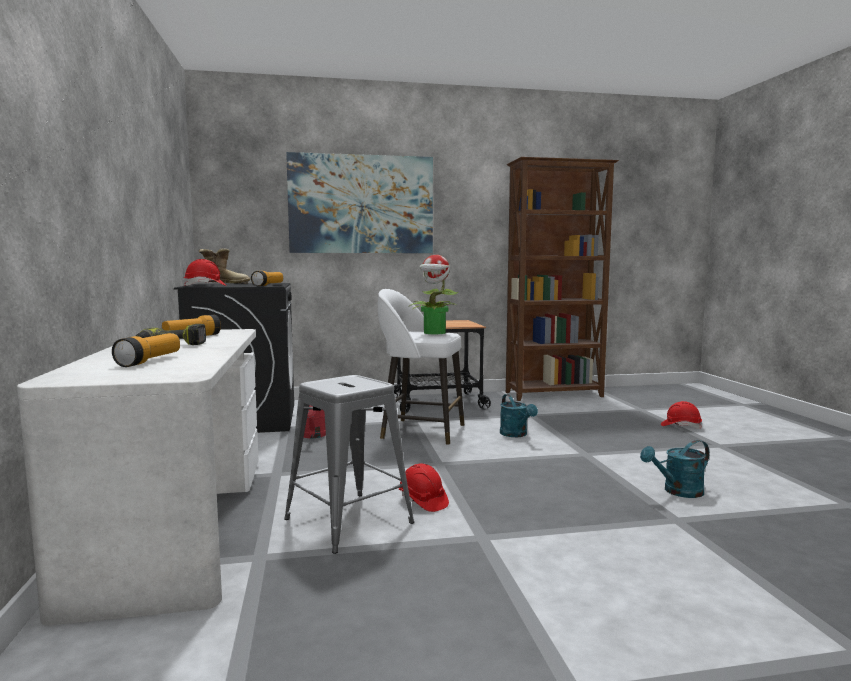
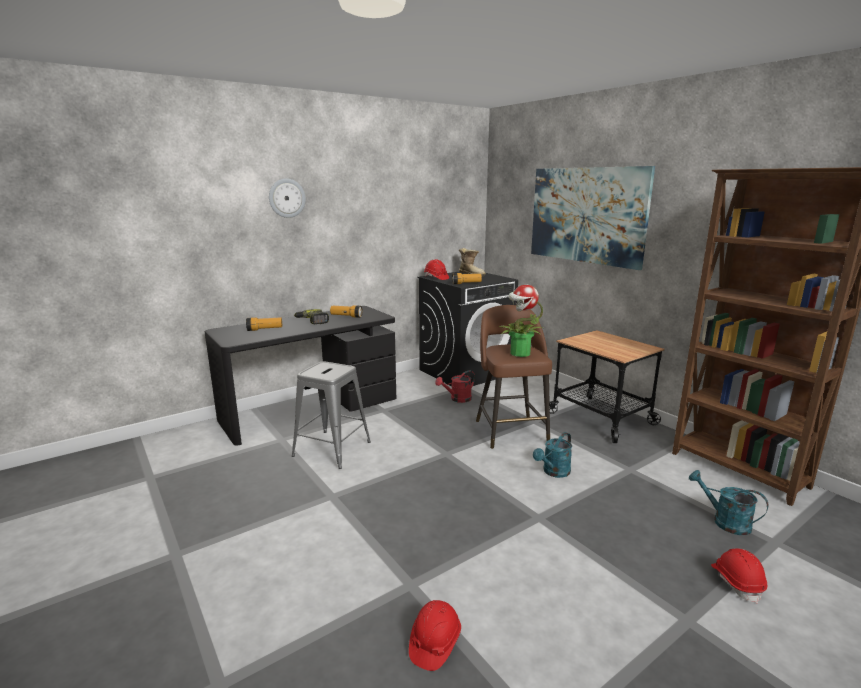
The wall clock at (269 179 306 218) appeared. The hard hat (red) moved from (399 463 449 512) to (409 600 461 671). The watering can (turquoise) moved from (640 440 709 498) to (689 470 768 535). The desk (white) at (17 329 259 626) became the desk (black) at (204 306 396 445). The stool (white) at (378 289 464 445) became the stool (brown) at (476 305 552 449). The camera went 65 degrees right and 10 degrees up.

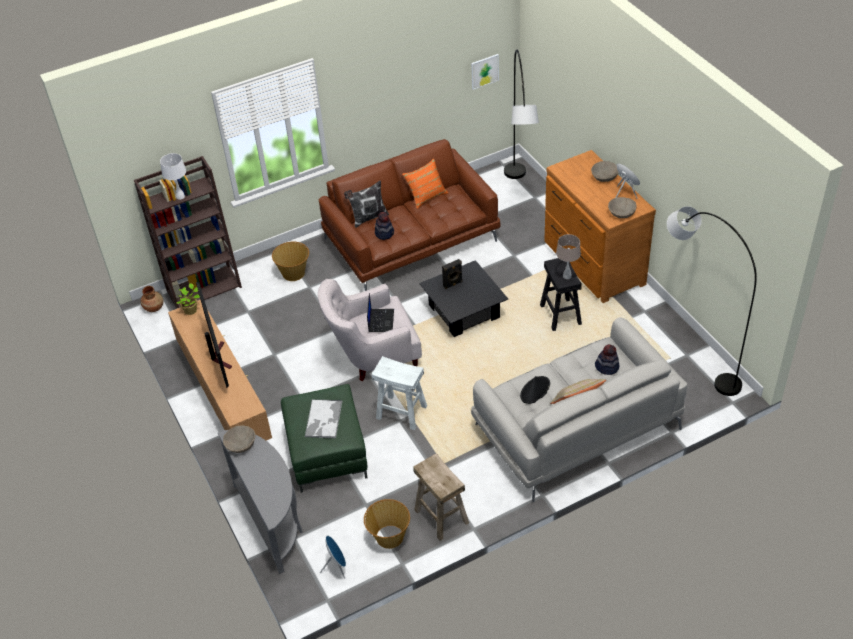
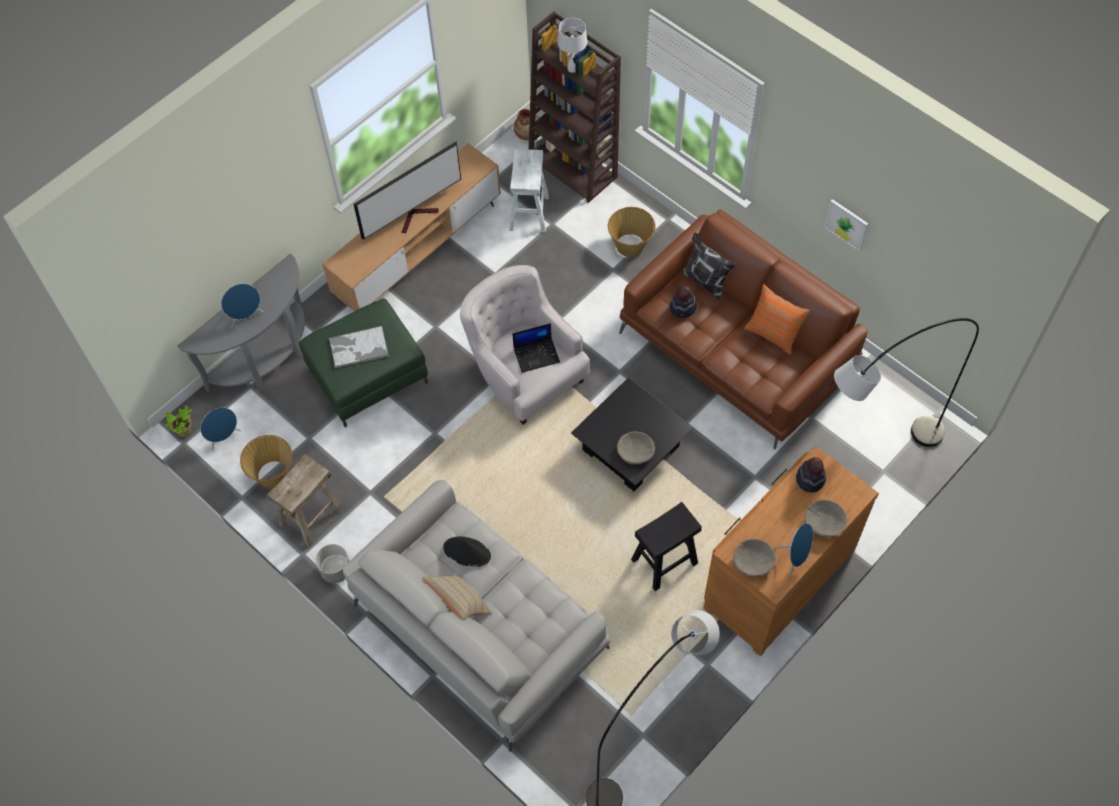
The speaker (black) at (442 259 463 289) disappeared. The table lamp (beige) at (556 234 581 279) disappeared. The speaker (blue) at (221 284 264 328) appeared. The planter (grey) at (316 544 350 583) appeared. The potted plant moved from (176 283 200 315) to (165 406 192 437). The bowl (beige) moved from (223 425 256 453) to (617 431 655 465). The stool (white) moved from (372 356 427 430) to (509 149 549 233). The picture moved from (471 54 499 90) to (824 199 868 251). The hat moved from (595 344 619 375) to (796 457 826 493). The camera went 70 degrees right and 15 degrees up.

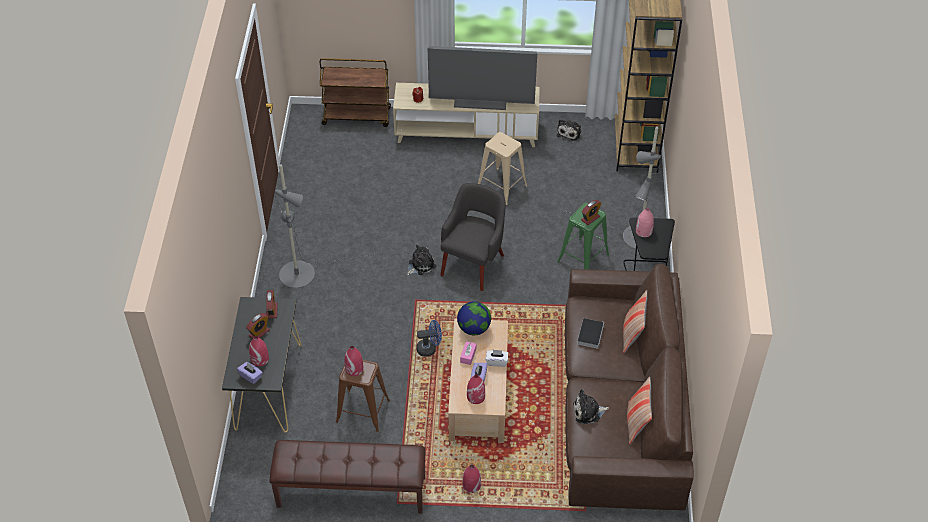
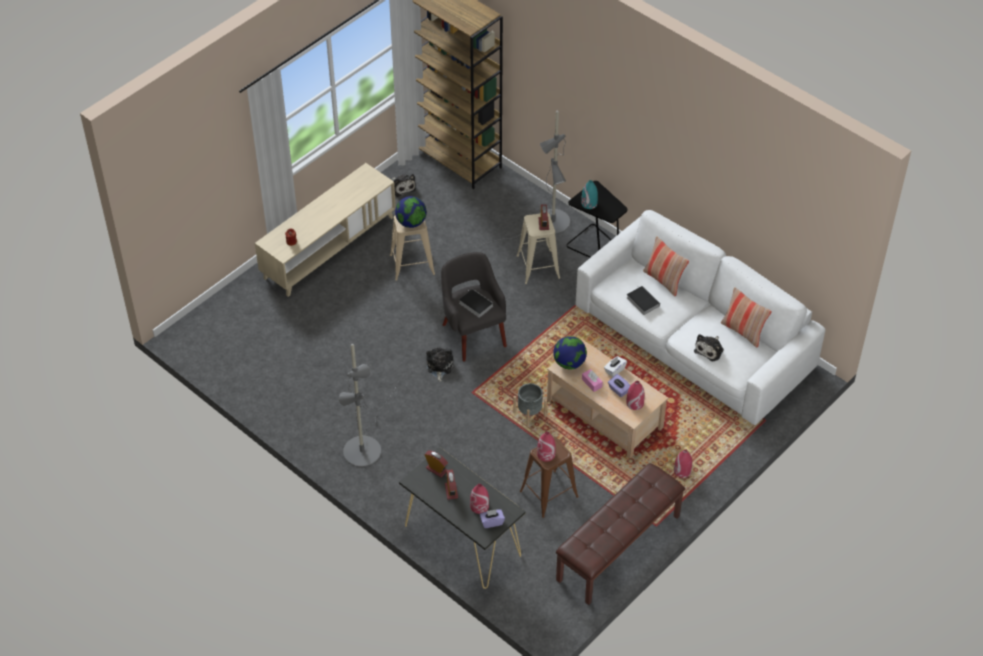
The cart (brown) at (320 58 391 127) disappeared. The television at (428 46 537 110) disappeared. The globe at (395 196 427 228) appeared. The book at (459 289 493 318) appeared. The fan (blue) at (416 320 442 357) was replaced by the planter (grey) at (513 383 547 427). The stool (green) at (557 203 609 270) became the stool (beige) at (516 213 560 284). The sofa (brown) at (565 264 694 510) became the sofa (white) at (576 210 825 425). The vase (pink) at (636 208 654 237) became the vase (turquoise) at (581 180 598 209). The camera went 50 degrees left and 0 degrees up.

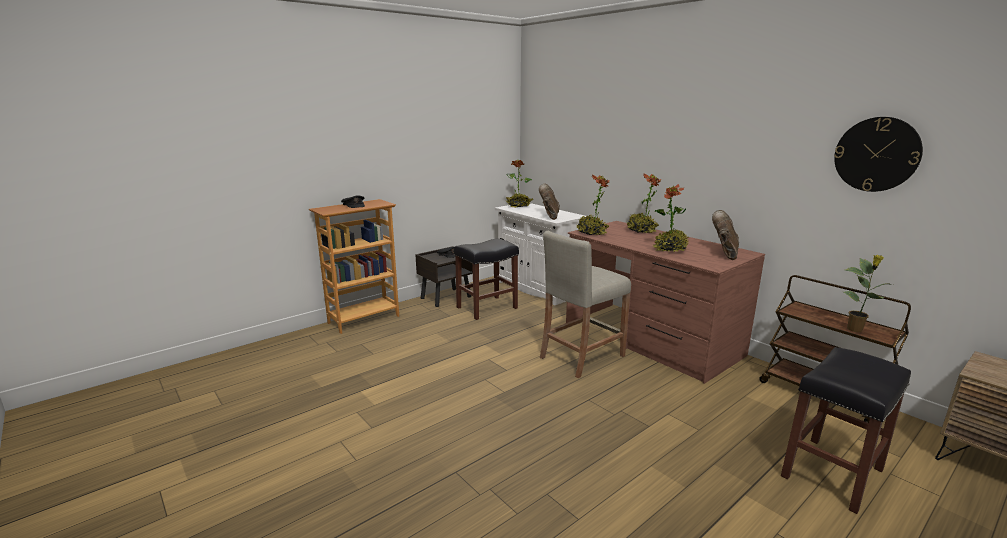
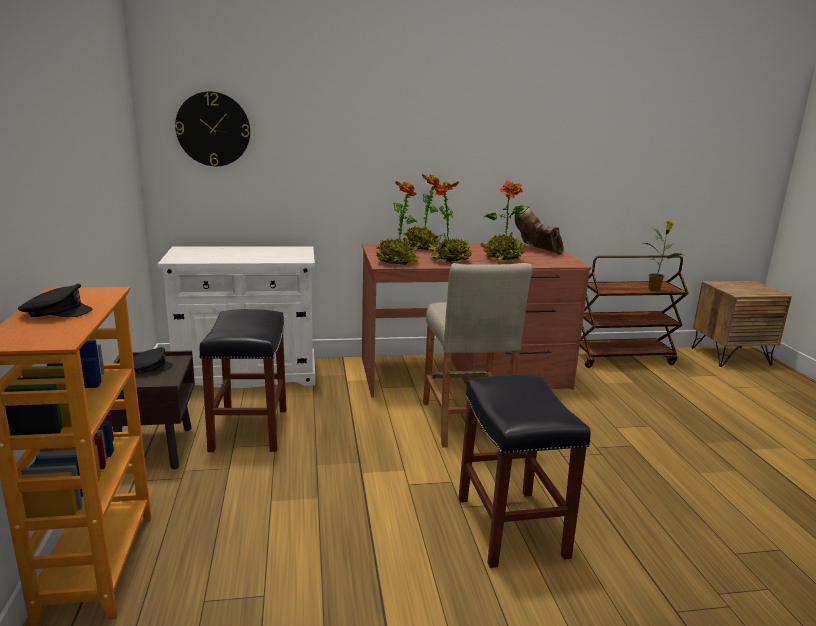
The boot (brown) at (539 184 560 220) disappeared. The potted plant moved from (506 159 533 208) to (428 181 472 263). The stool (black) moved from (781 347 911 514) to (459 375 591 568). The wall clock moved from (834 117 923 192) to (175 91 250 166). The camera went 60 degrees left and 0 degrees up.

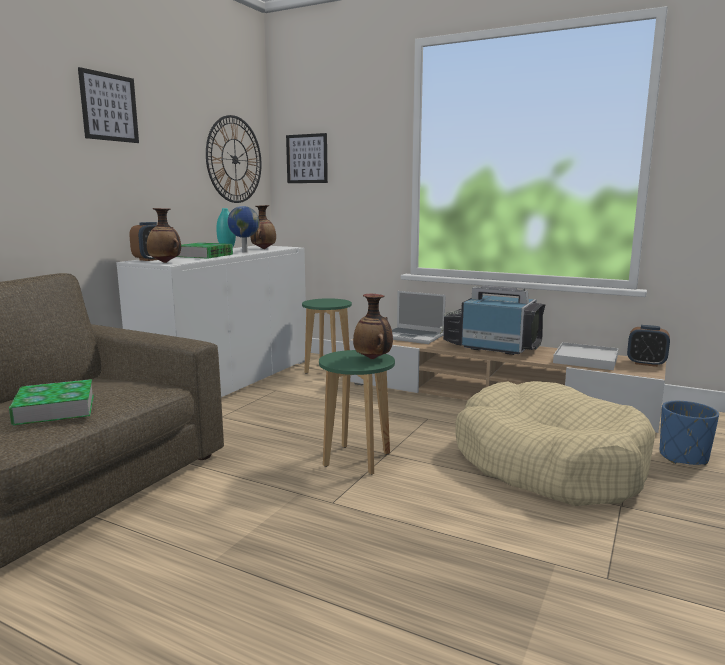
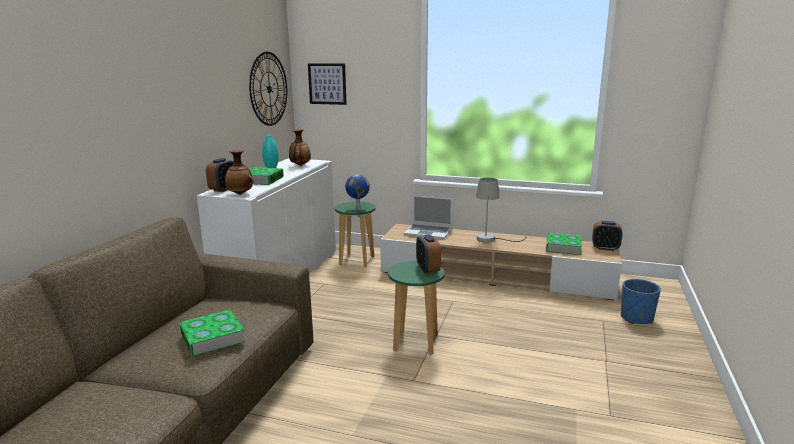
The picture at (78 67 139 143) disappeared. The dog bed (beige) at (455 381 656 506) disappeared. The globe moved from (228 206 259 253) to (345 174 370 210). The vase at (353 294 393 359) was replaced by the alarm clock at (416 234 441 274). The television at (440 286 546 355) was replaced by the table lamp (grey) at (476 178 526 243). The tray (white) at (553 342 619 370) was replaced by the book at (546 233 582 255). The camera went 10 degrees left and 5 degrees up.

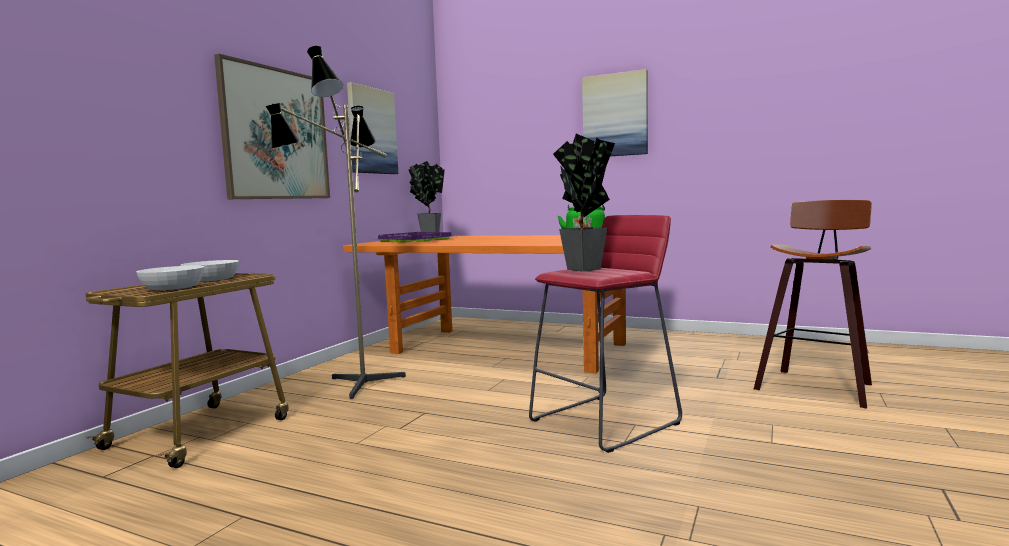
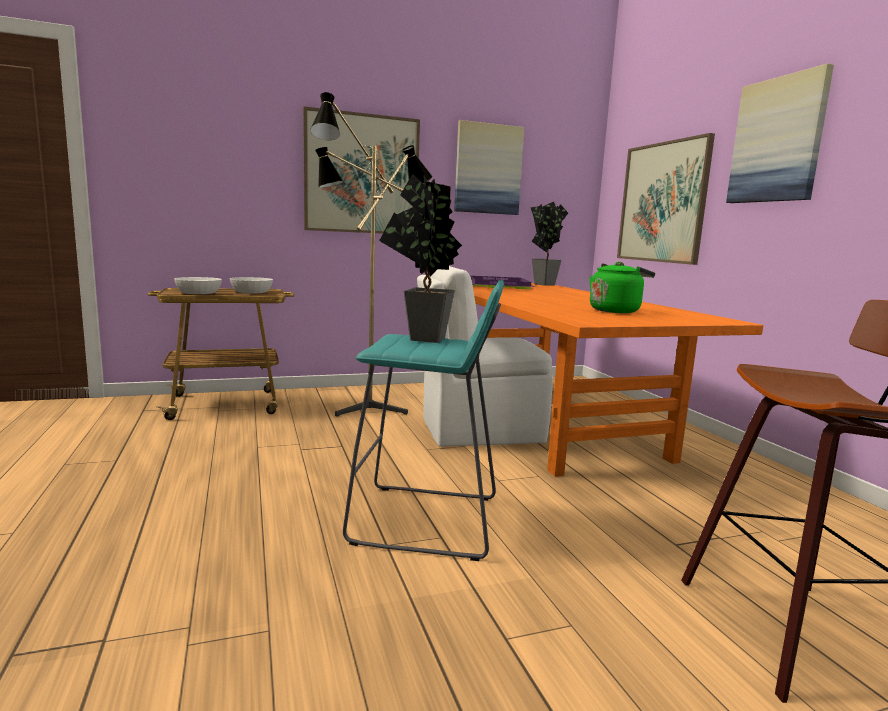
The chair (white) at (417 266 553 447) appeared. The picture at (617 133 715 265) appeared. The stool (red) at (529 215 682 453) became the stool (turquoise) at (343 280 504 561). The camera went 45 degrees right and 5 degrees up.

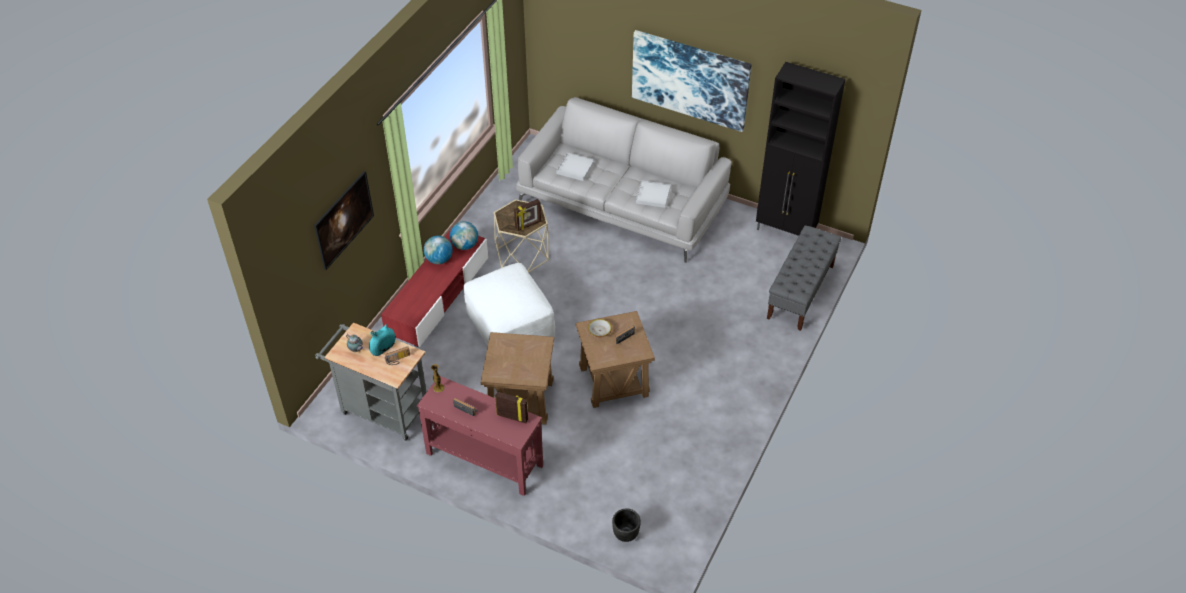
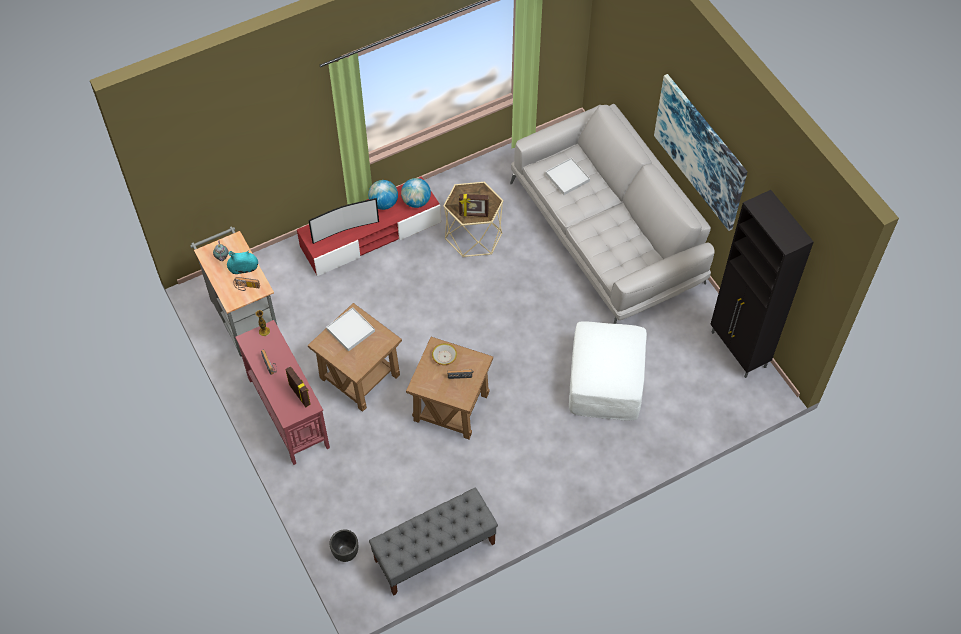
The picture at (314 171 374 270) disappeared. The television at (308 198 379 244) appeared. The ottoman (white) moved from (463 263 555 345) to (569 321 647 420). The tray (white) moved from (636 180 671 208) to (326 307 375 351). The bench (grey) moved from (767 225 841 331) to (369 487 498 596). The camera went 35 degrees right and 10 degrees up.

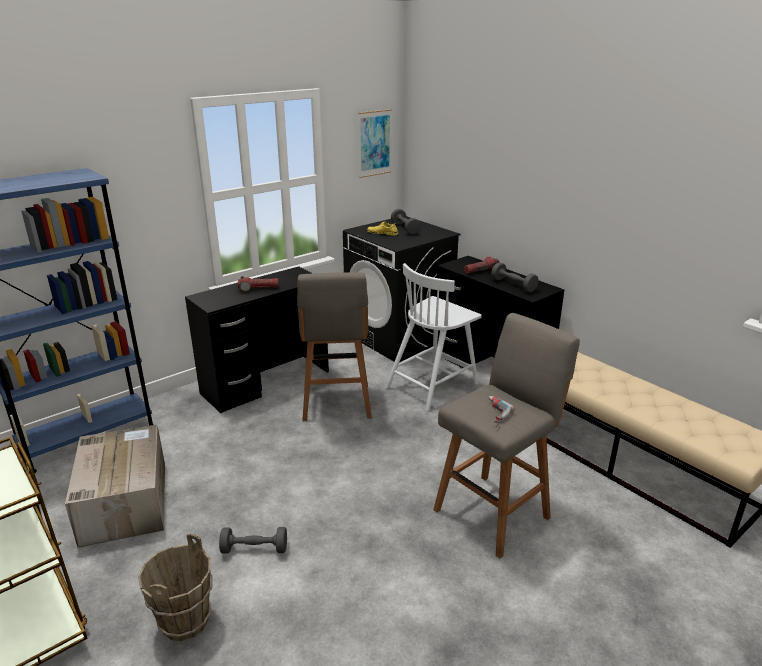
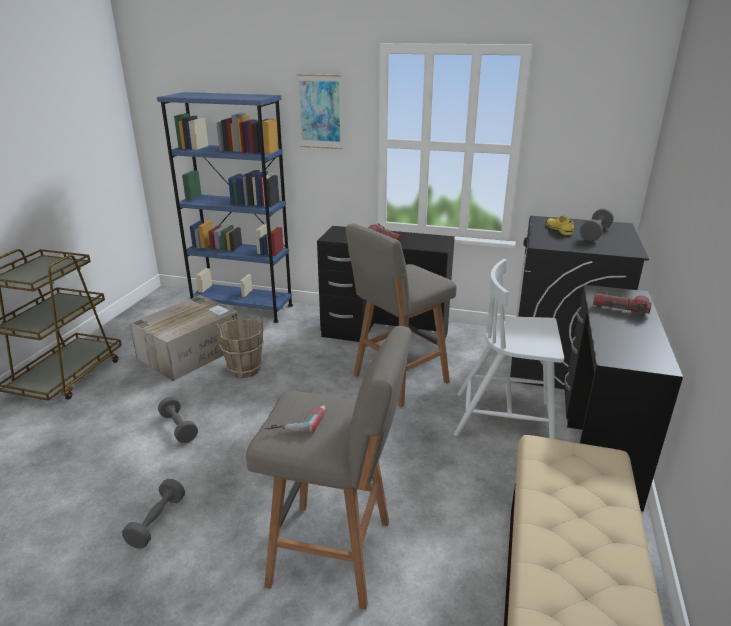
The bucket (brown) moved from (138 534 212 641) to (215 316 264 378). The picture moved from (358 109 392 178) to (296 74 343 149). The dumbbell (grey) moved from (491 262 539 292) to (122 479 185 549). The camera went 55 degrees right and 0 degrees up.

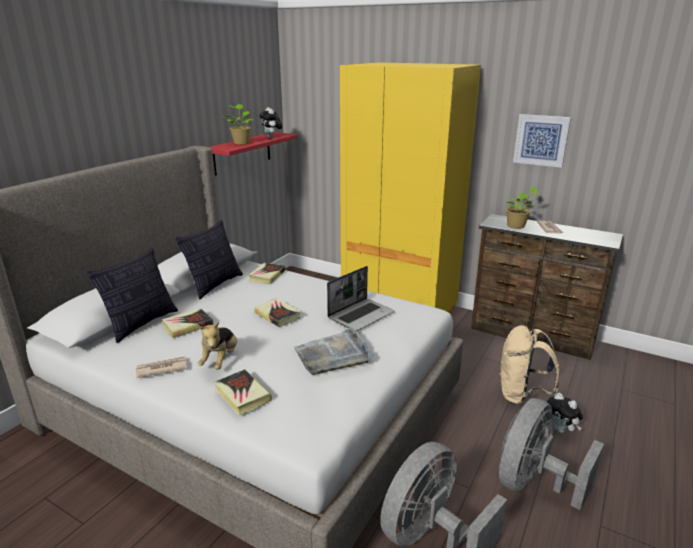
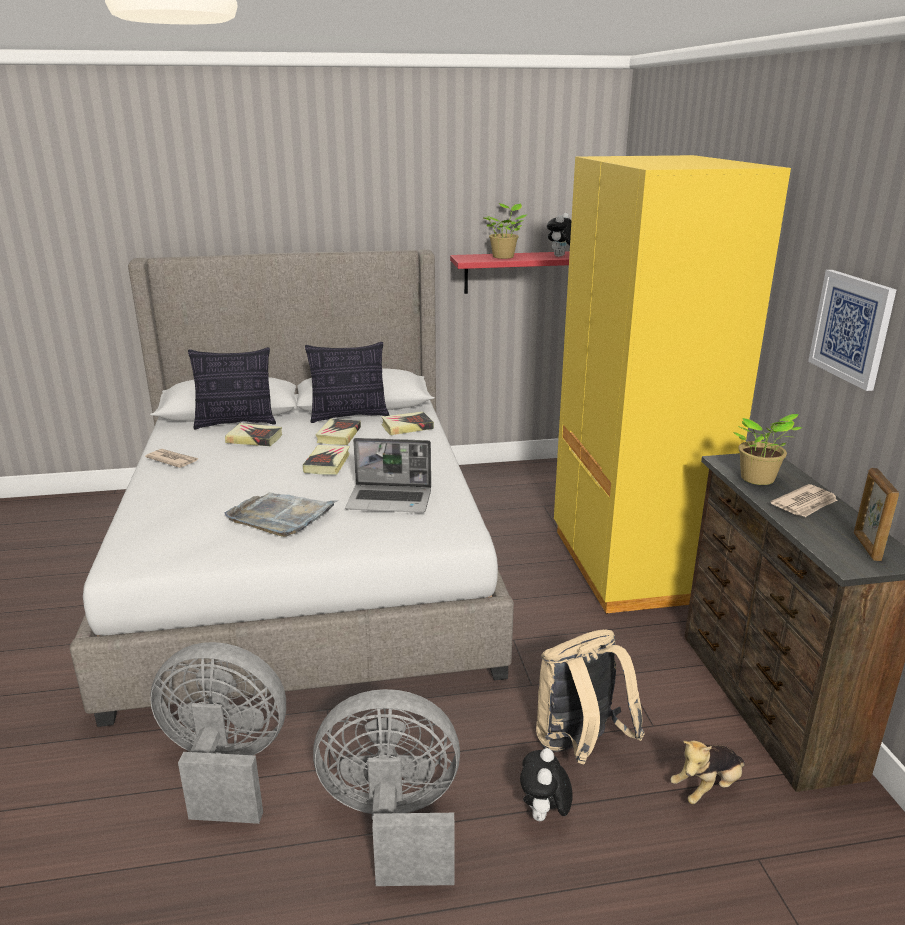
The picture frame at (854 468 899 561) appeared. The plush toy moved from (198 321 237 370) to (670 741 745 804). The book moved from (213 369 272 415) to (315 419 361 445). The camera went 50 degrees right and 0 degrees up.

